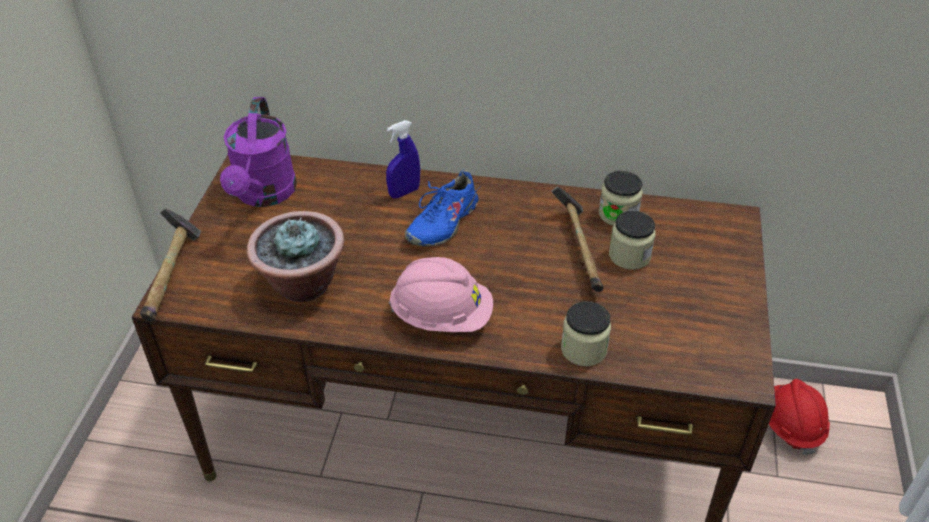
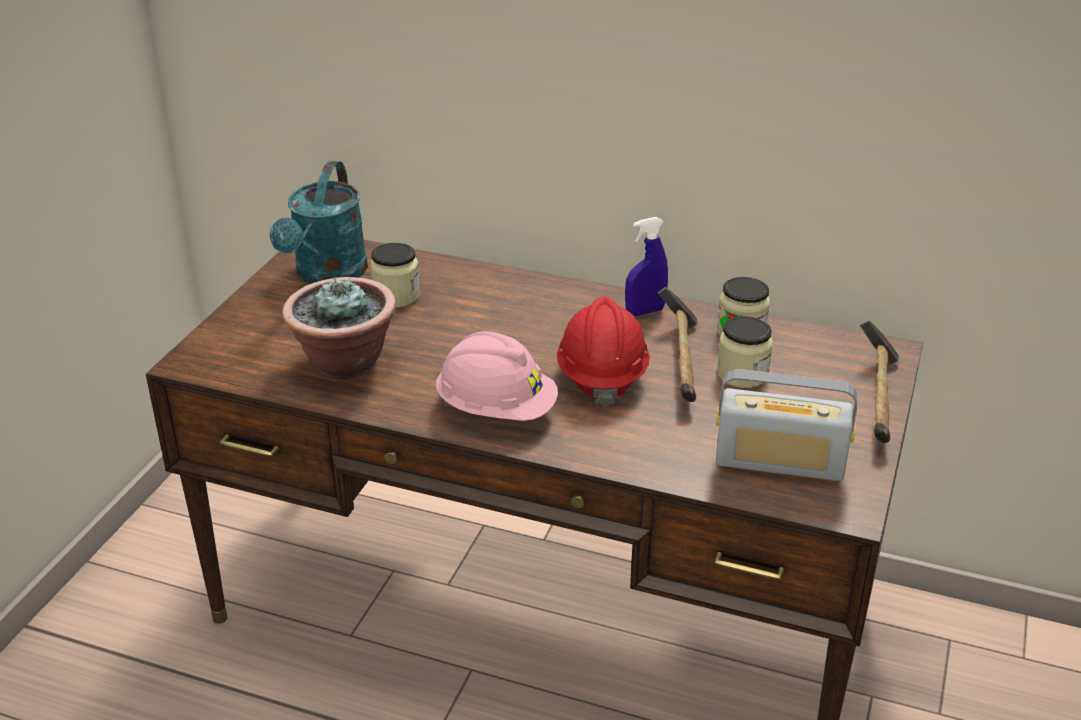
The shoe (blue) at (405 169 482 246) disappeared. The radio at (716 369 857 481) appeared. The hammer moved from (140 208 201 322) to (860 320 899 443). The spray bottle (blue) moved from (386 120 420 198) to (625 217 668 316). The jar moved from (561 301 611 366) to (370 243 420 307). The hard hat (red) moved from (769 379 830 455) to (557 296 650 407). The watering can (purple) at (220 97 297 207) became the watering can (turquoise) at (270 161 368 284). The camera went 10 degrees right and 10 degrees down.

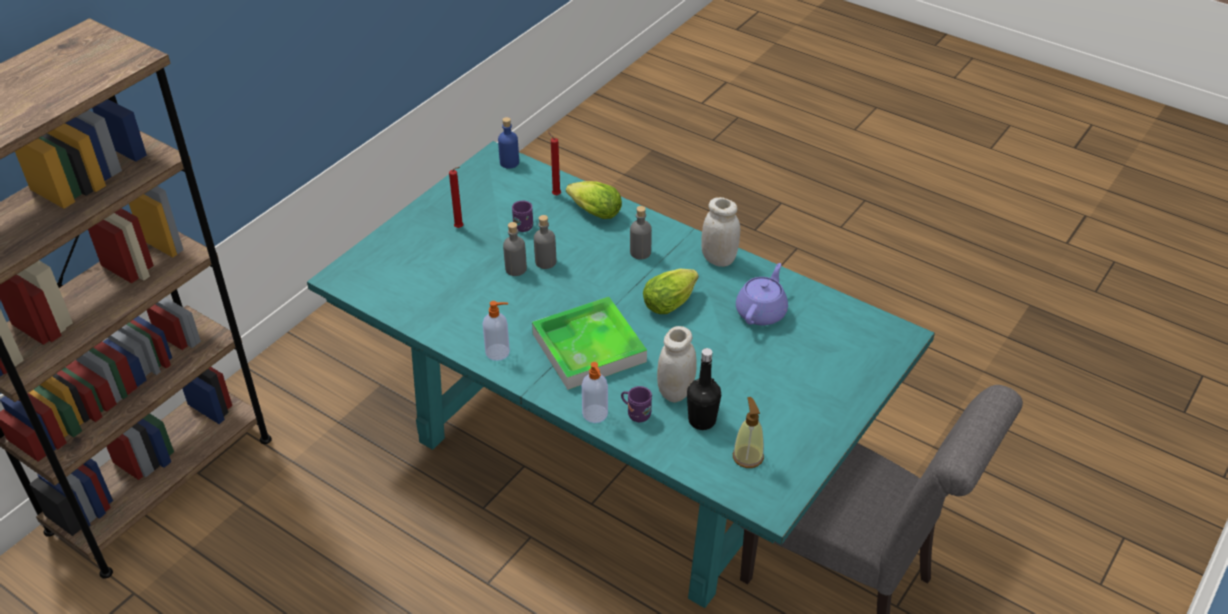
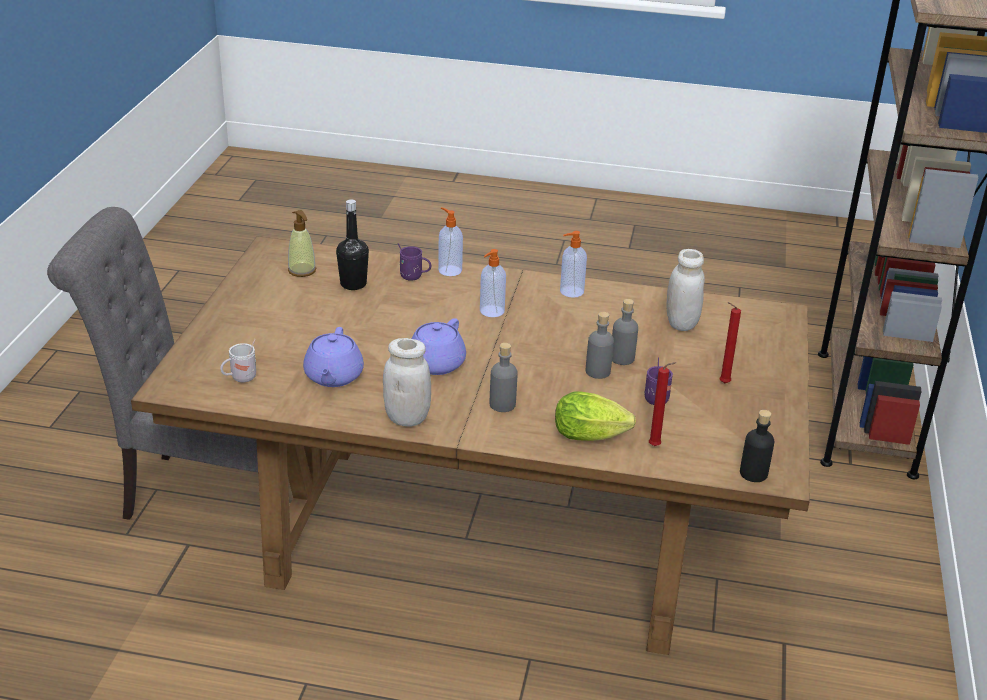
The mug (white) at (220 339 256 382) appeared. The jar (white) moved from (657 326 697 403) to (666 249 705 331). The tray at (532 297 647 390) was replaced by the soap dispenser at (480 249 506 317). The lettuce at (643 269 699 314) was replaced by the teapot (purple) at (411 318 466 375). The dining table (turquoise) at (307 141 935 608) became the dining table (brown) at (131 236 810 655). The bottle (blue) at (498 117 519 169) became the bottle (black) at (740 410 774 482). The camera went 155 degrees right and 10 degrees down.

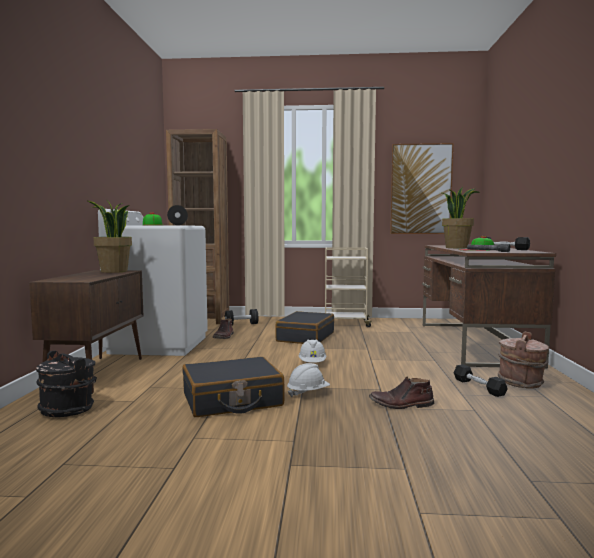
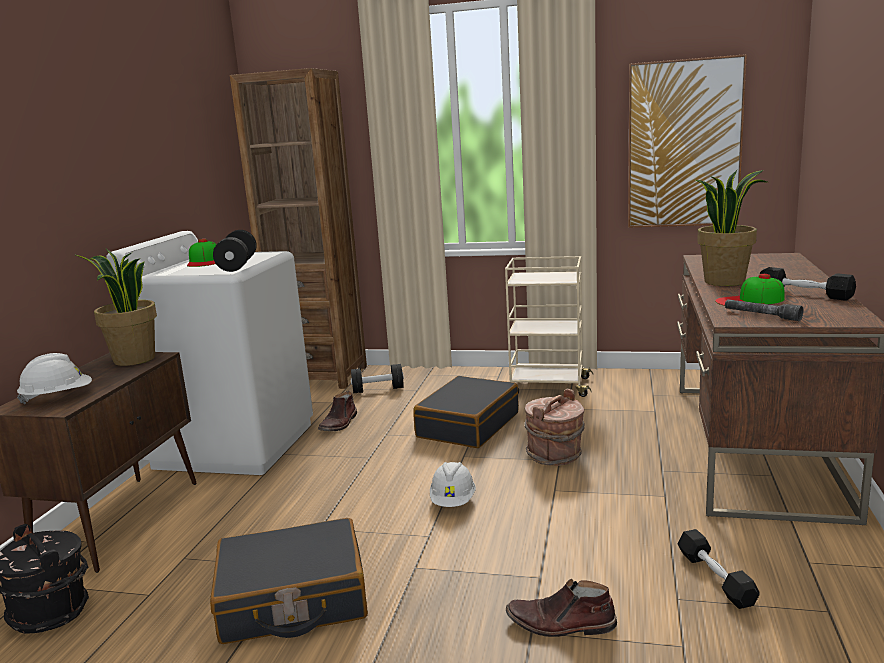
The hard hat (white) moved from (287 363 330 397) to (17 353 92 404). The bucket (brown) moved from (498 332 549 389) to (524 389 585 466). The camera went 10 degrees right and 10 degrees up.

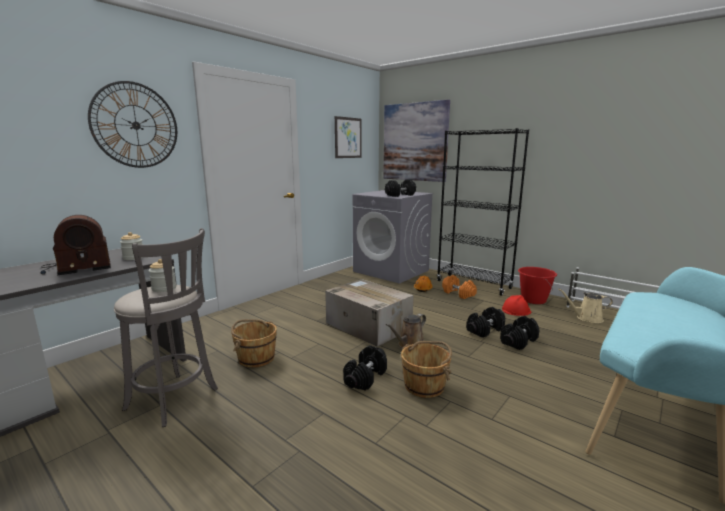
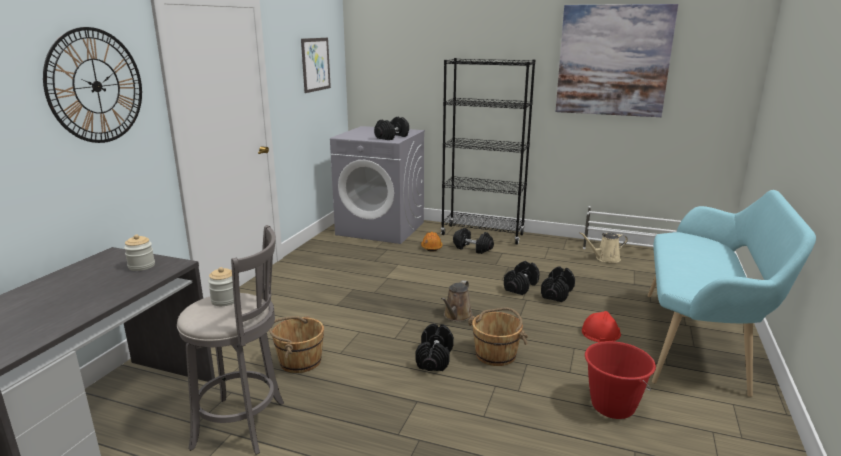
The radio at (41 215 111 275) disappeared. The cardboard box at (325 279 414 347) disappeared. The picture moved from (383 100 450 182) to (555 4 678 117). The hard hat (red) moved from (502 295 531 316) to (582 311 621 342). The bucket (red) moved from (518 267 557 304) to (585 341 656 419). The dumbbell (orange) at (442 275 477 299) became the dumbbell (black) at (453 228 494 254). The camera went 20 degrees left and 5 degrees up.

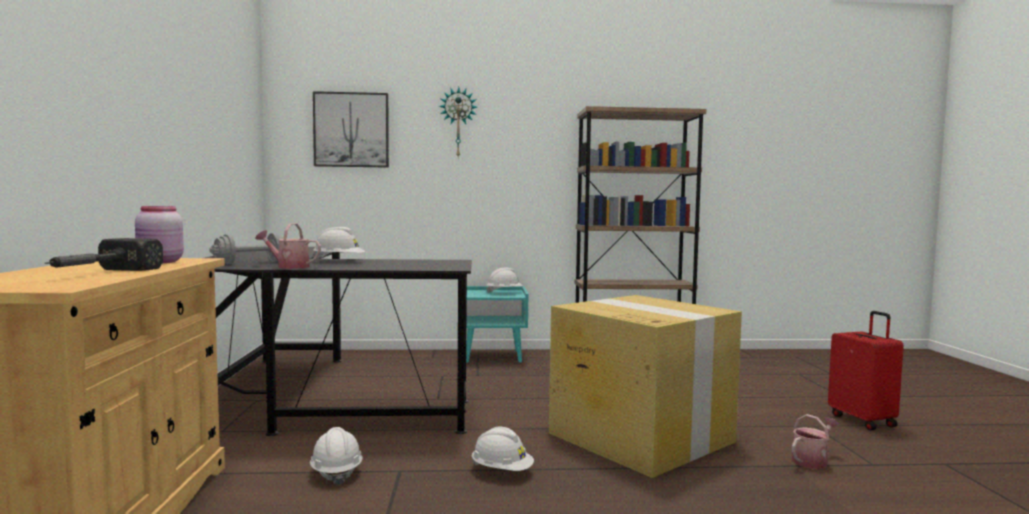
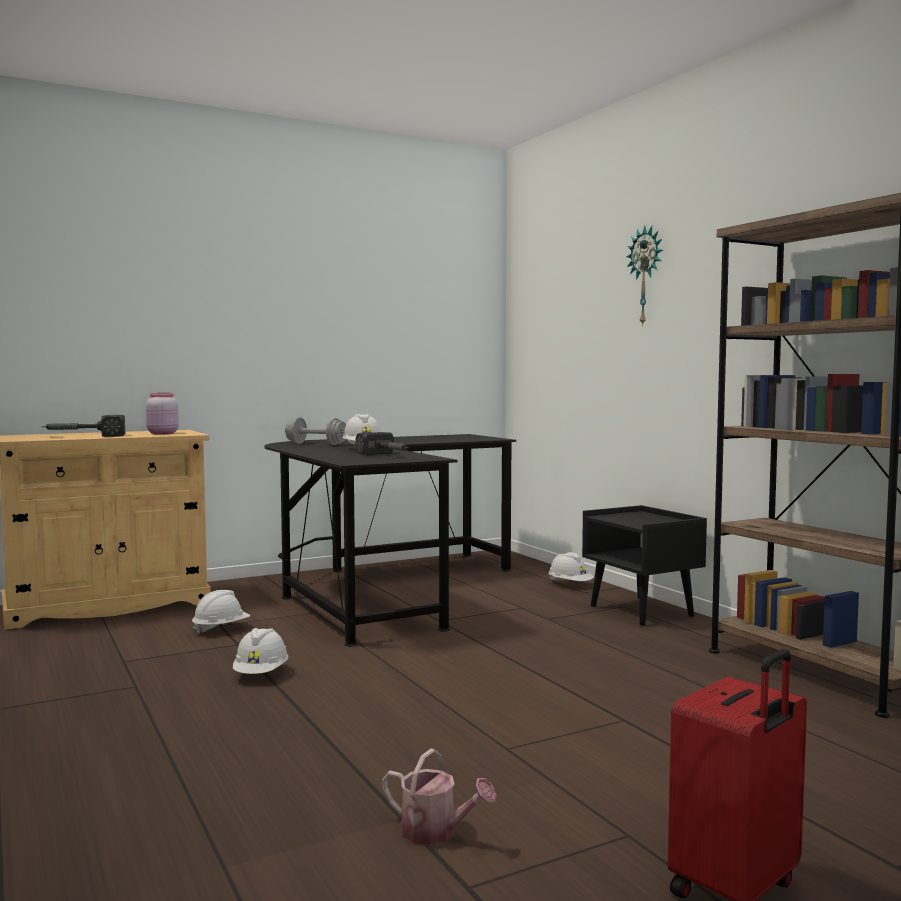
The watering can at (255 223 321 269) disappeared. The picture at (313 91 389 168) disappeared. The cardboard box at (549 295 742 478) disappeared. The hammer at (356 432 409 455) appeared. The hard hat (white) moved from (486 268 523 293) to (549 552 593 581). The nightstand (turquoise) at (466 286 528 363) became the nightstand (black) at (582 505 707 626). The camera went 65 degrees right and 0 degrees up.

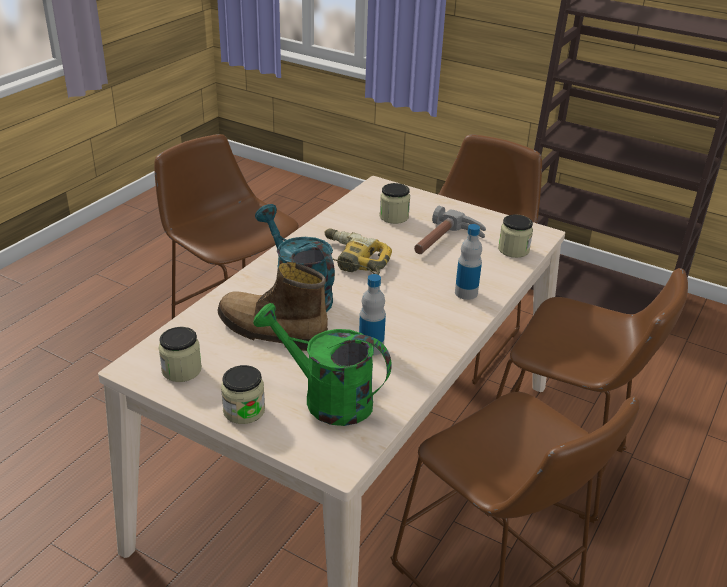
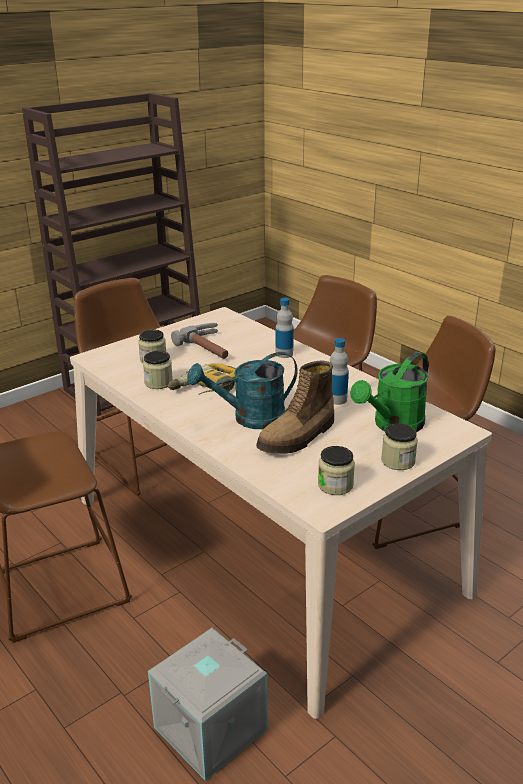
The storage box (grey) at (148 627 268 781) appeared. The jar moved from (498 214 533 258) to (143 351 173 389). The camera went 70 degrees left and 5 degrees down.

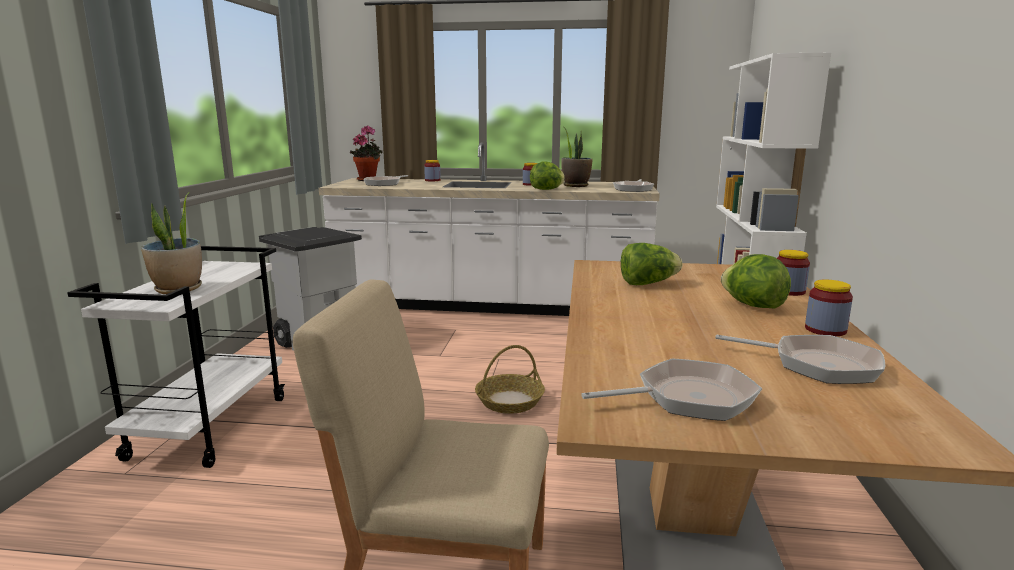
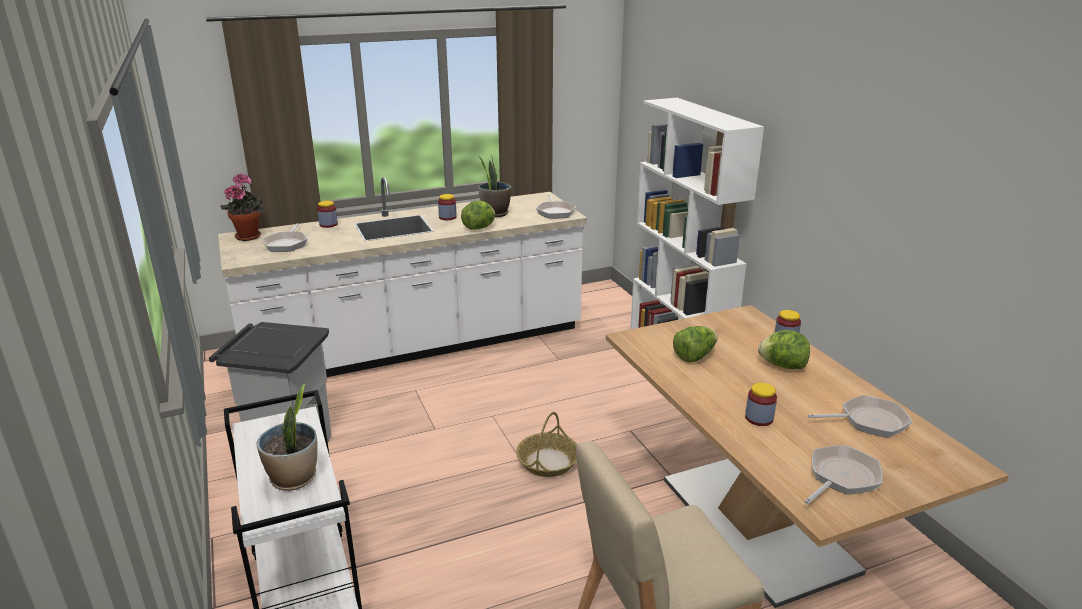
The jar moved from (805 280 853 336) to (745 383 777 426). The camera went 30 degrees left and 10 degrees up.

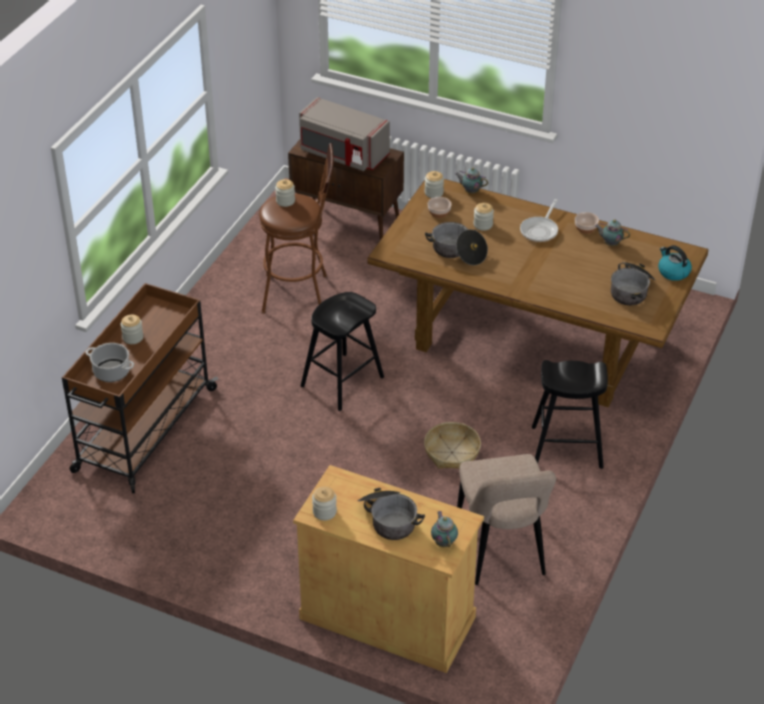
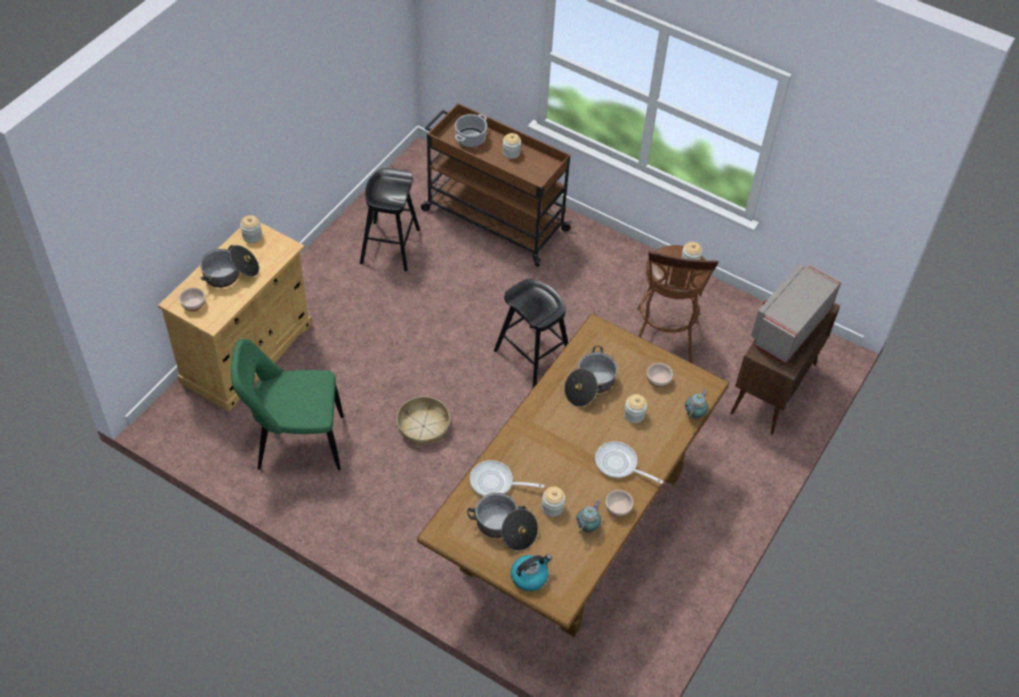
The frying pan at (470 460 545 496) appeared. The jar moved from (424 171 444 198) to (542 487 565 517). The stool (black) moved from (532 360 608 469) to (360 168 420 271). The teapot at (431 511 458 547) was replaced by the bowl at (179 287 205 312). The chair (beige) at (457 454 556 585) became the chair (green) at (231 339 344 470). The camera went 95 degrees right and 10 degrees up.

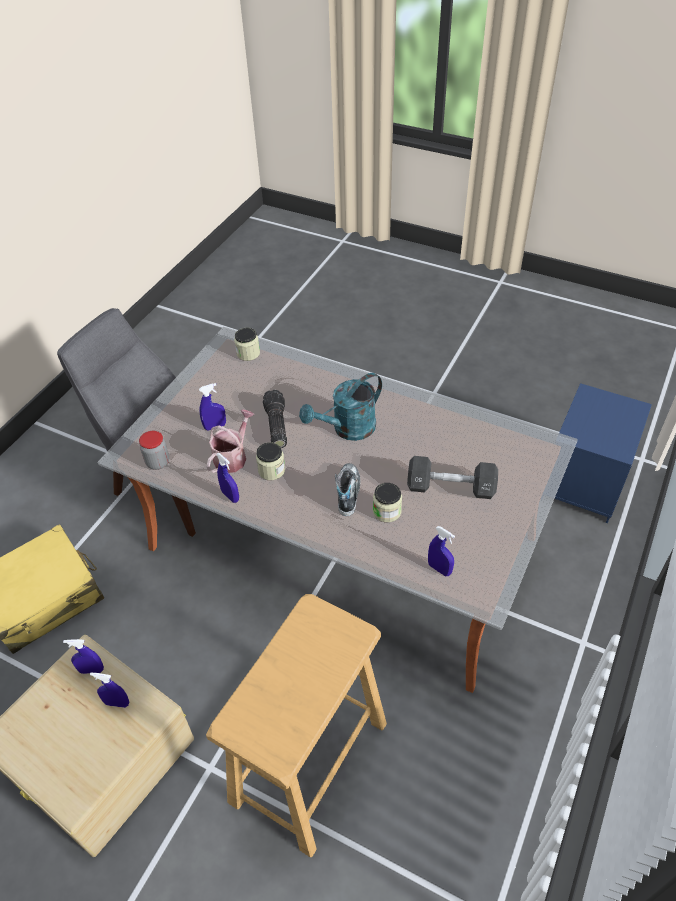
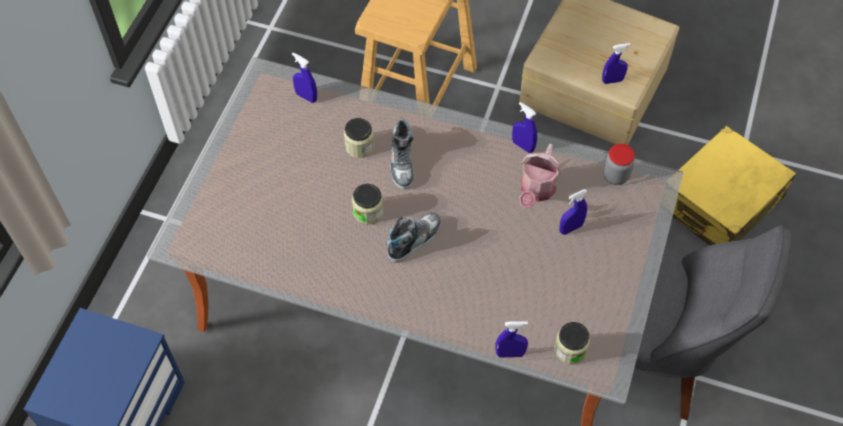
The flashlight at (263 390 287 448) disappeared. The dumbbell (black) at (407 456 498 499) disappeared. The spray bottle (blue) moved from (90 672 129 708) to (495 321 528 357). The jar moved from (256 443 285 480) to (352 184 384 225). The watering can (turquoise) at (299 373 382 441) was replaced by the shoe at (386 213 441 263). The camera went 170 degrees right and 10 degrees up.

